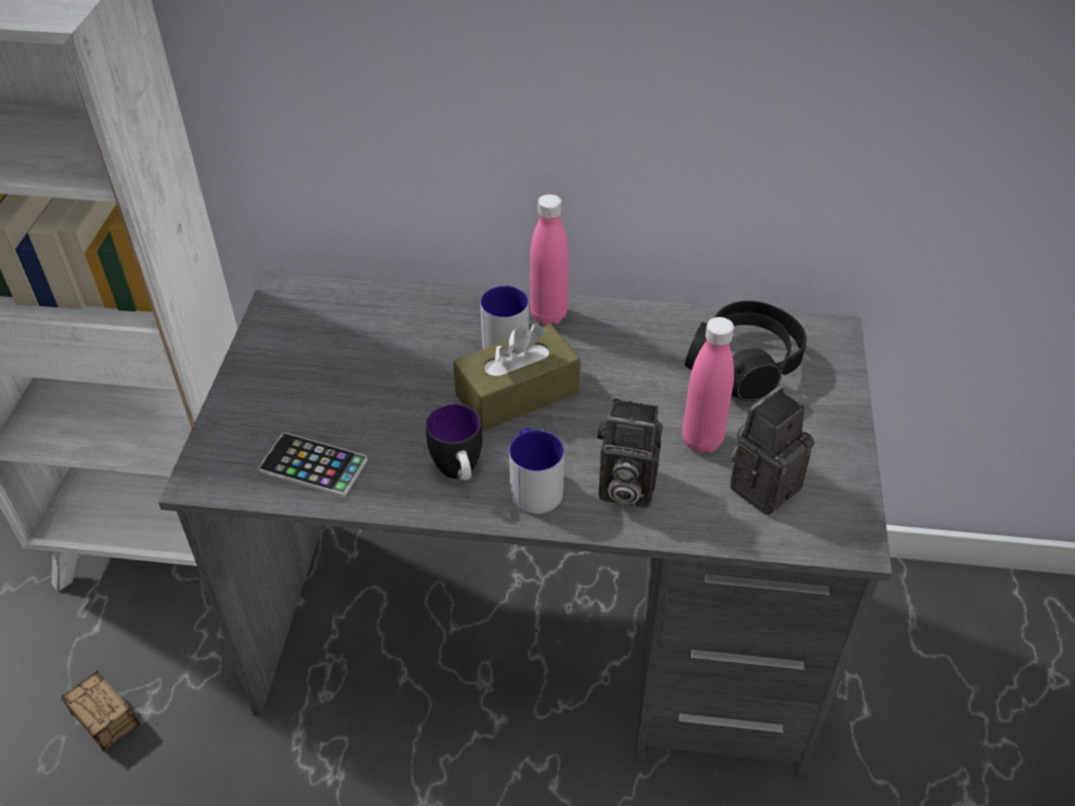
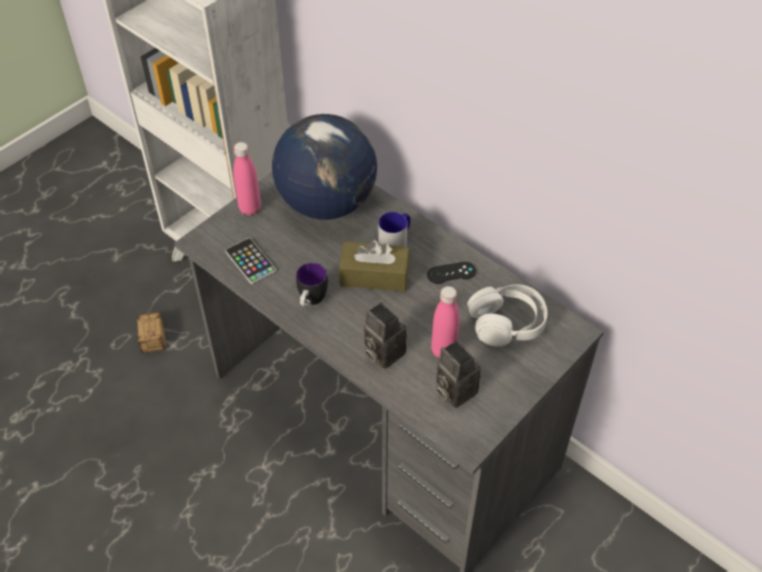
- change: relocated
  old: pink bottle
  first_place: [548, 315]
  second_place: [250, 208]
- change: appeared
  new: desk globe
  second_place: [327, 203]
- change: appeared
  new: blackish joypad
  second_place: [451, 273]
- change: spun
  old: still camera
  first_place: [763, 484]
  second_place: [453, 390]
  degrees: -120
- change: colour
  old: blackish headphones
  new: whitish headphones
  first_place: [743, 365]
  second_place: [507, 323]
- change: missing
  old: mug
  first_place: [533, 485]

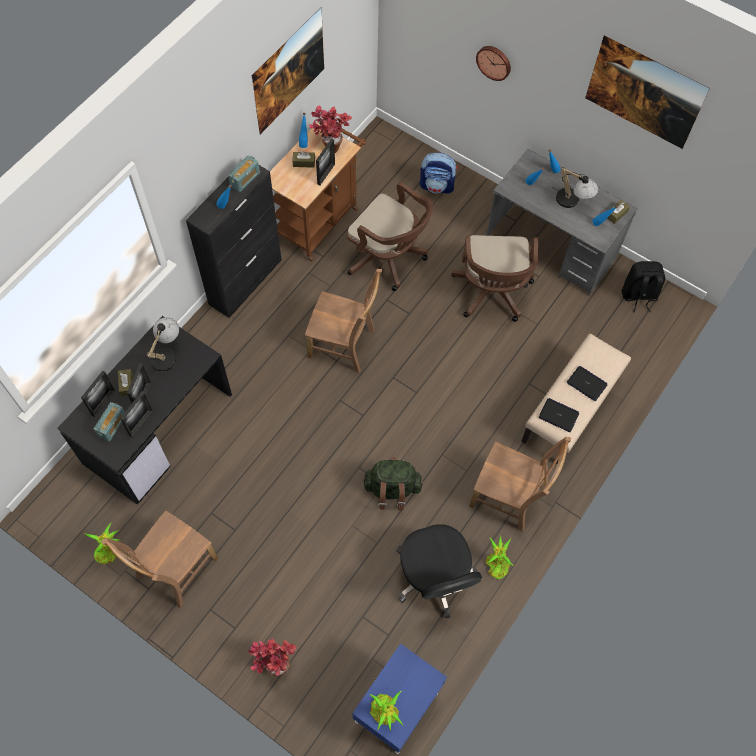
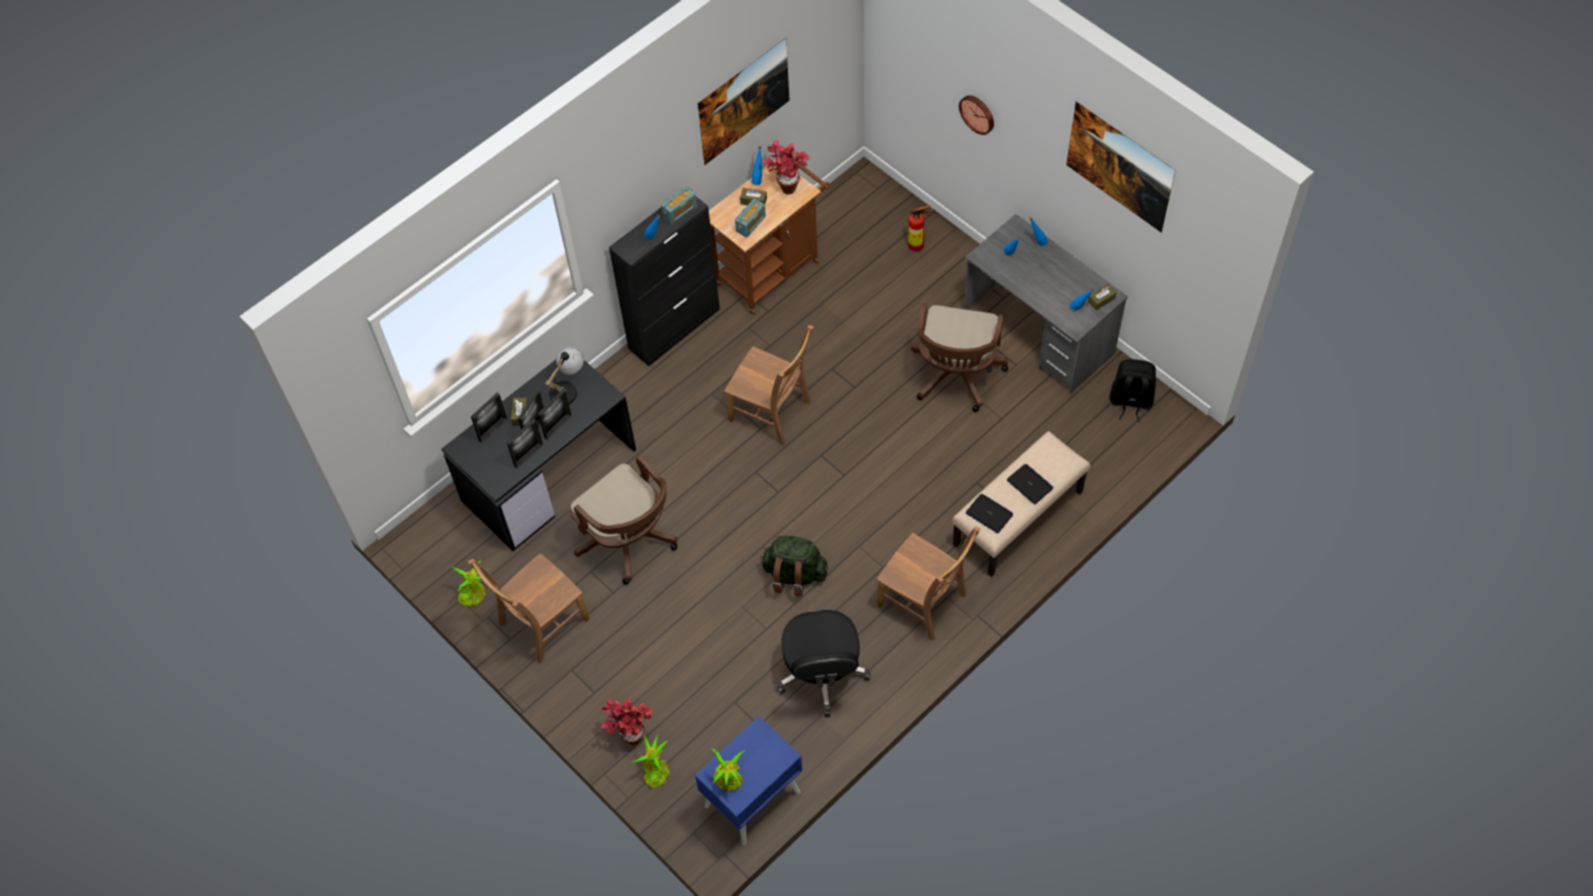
- change: relocated
  old: picture frame
  first_place: [326, 174]
  second_place: [558, 426]
- change: relocated
  old: brownish office chair
  first_place: [388, 258]
  second_place: [630, 541]
- change: relocated
  old: plant in a pot
  first_place: [496, 564]
  second_place: [655, 771]
- change: relocated
  old: radio receiver
  first_place: [112, 425]
  second_place: [751, 224]
- change: exchanged
  old: rucksack
  new: extinguisher
  first_place: [437, 186]
  second_place: [918, 246]
- change: missing
  old: lamp for a table
  first_place: [572, 202]

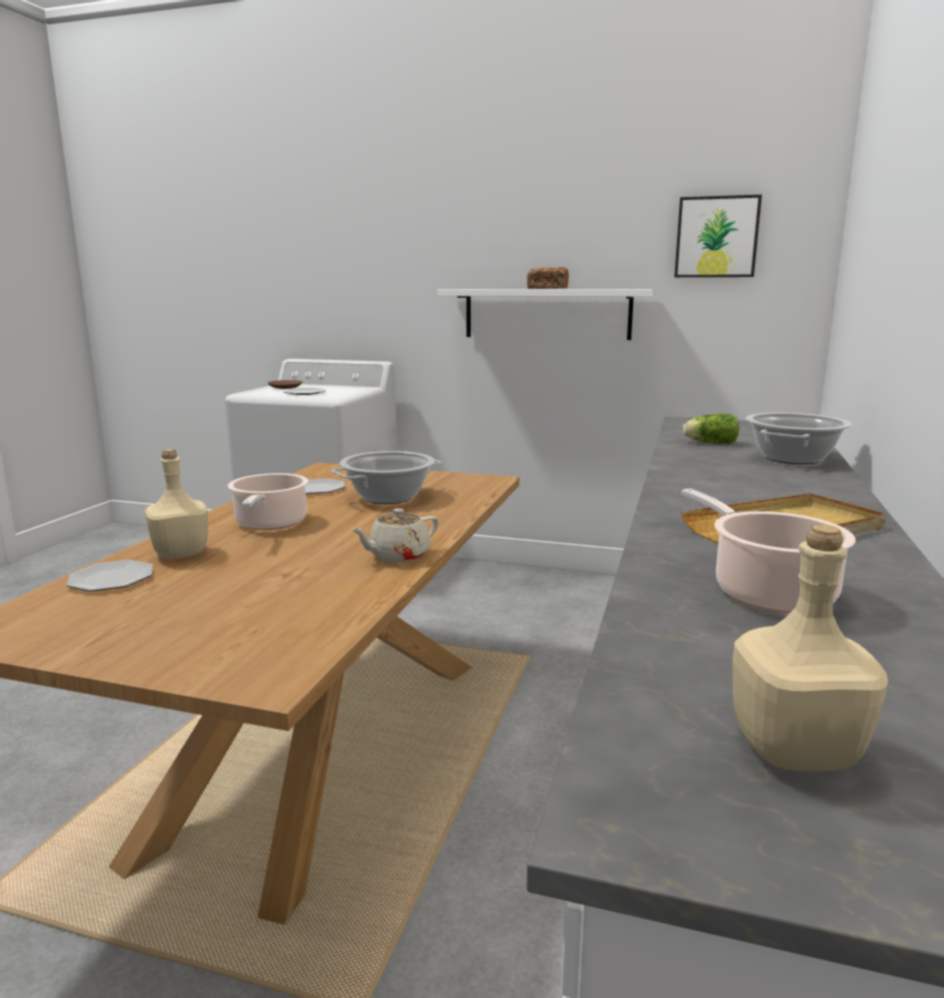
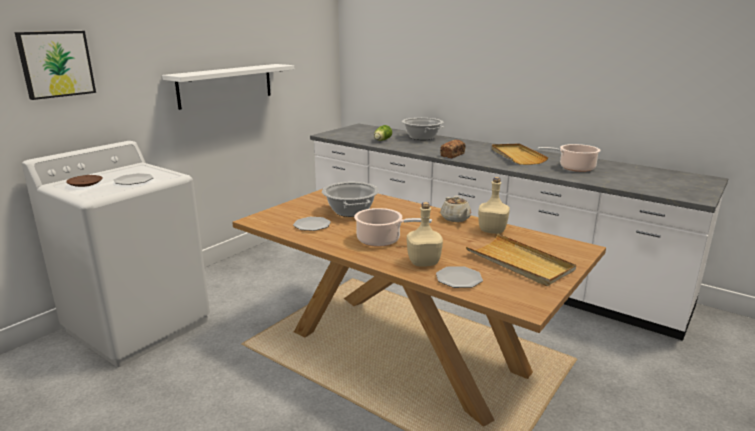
- change: relocated
  old: picture
  first_place: [716, 237]
  second_place: [56, 64]
- change: relocated
  old: baked bread
  first_place: [547, 288]
  second_place: [452, 155]
- change: appeared
  new: beige-coloured carrying tray
  second_place: [519, 263]
- change: relocated
  old: beige-coloured bottle
  first_place: [792, 750]
  second_place: [492, 231]

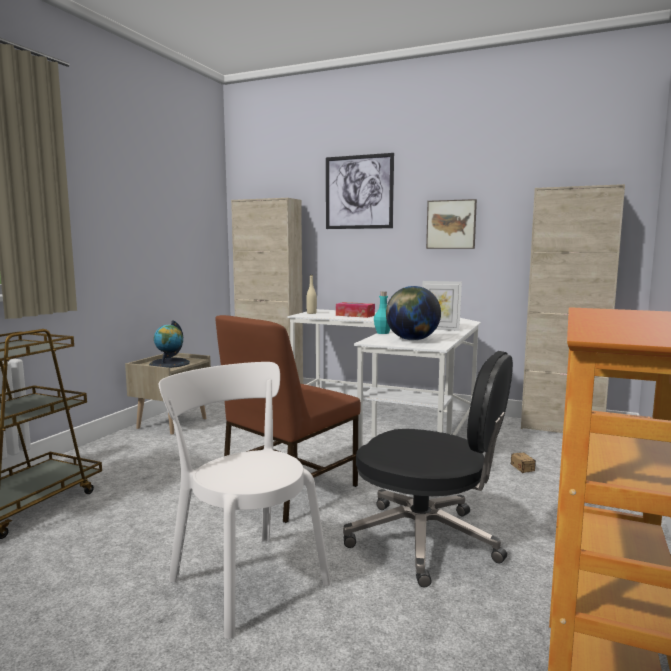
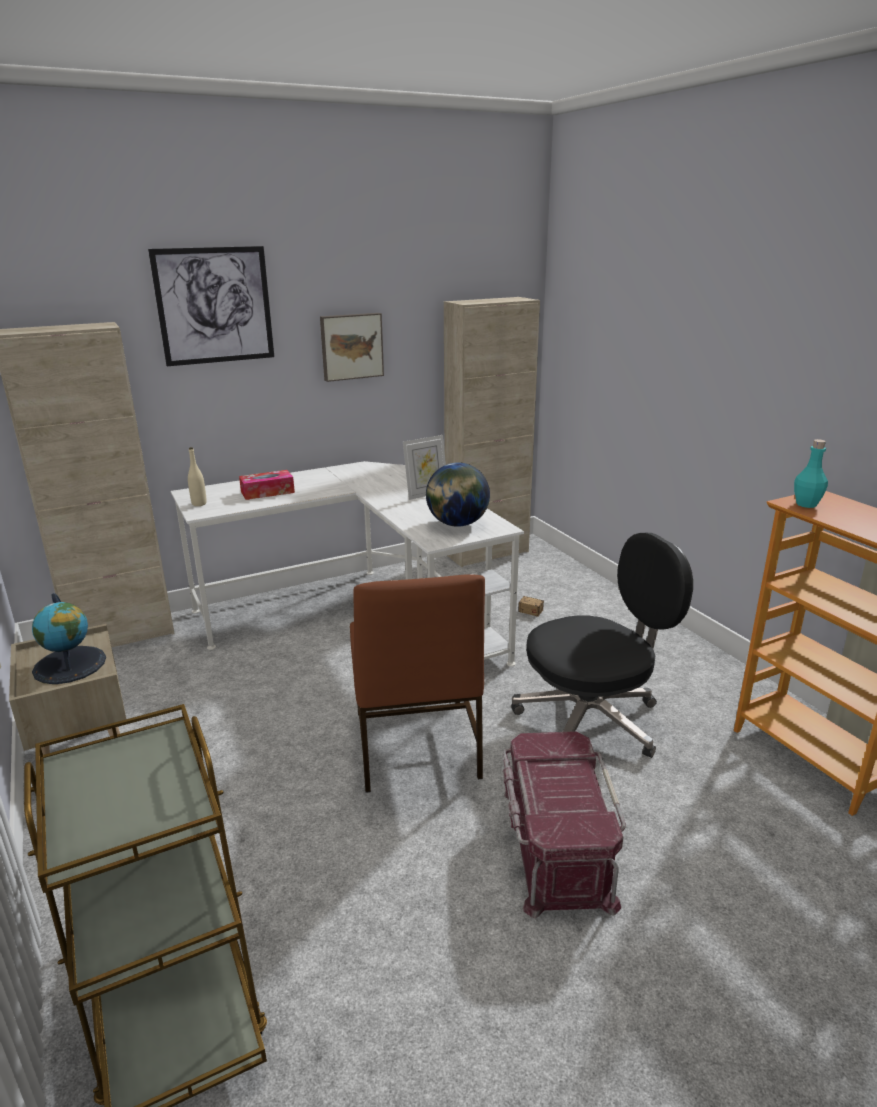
- change: exchanged
  old: whitish upright chair
  new: red storage container
  first_place: [245, 577]
  second_place: [555, 845]
- change: relocated
  old: blue-green bottle
  first_place: [382, 333]
  second_place: [806, 504]

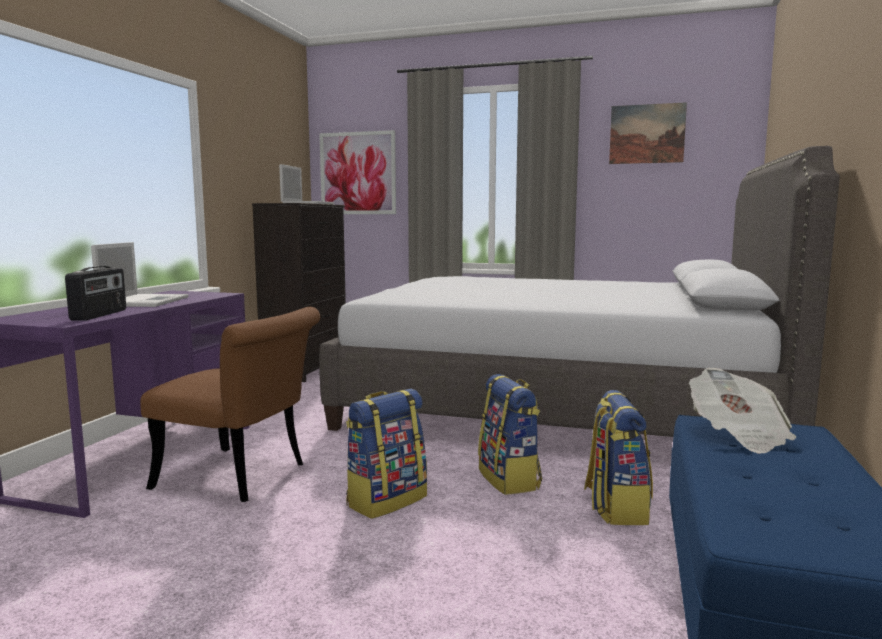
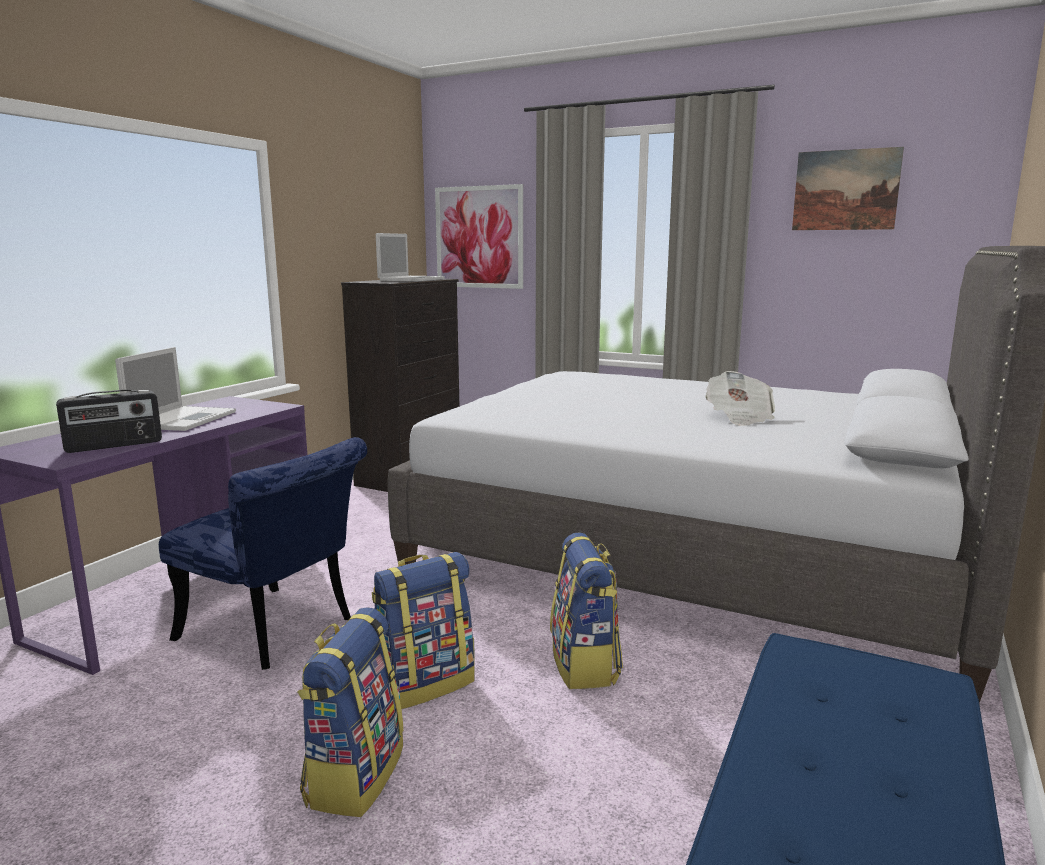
- change: spun
  old: radio receiver
  first_place: [100, 315]
  second_place: [114, 445]
  degrees: 45
- change: colour
  old: brownish upright chair
  new: bluish upright chair
  first_place: [242, 477]
  second_place: [277, 632]
- change: relocated
  old: rucksack
  first_place: [615, 507]
  second_place: [354, 774]
- change: relocated
  old: daily paper
  first_place: [738, 435]
  second_place: [739, 417]

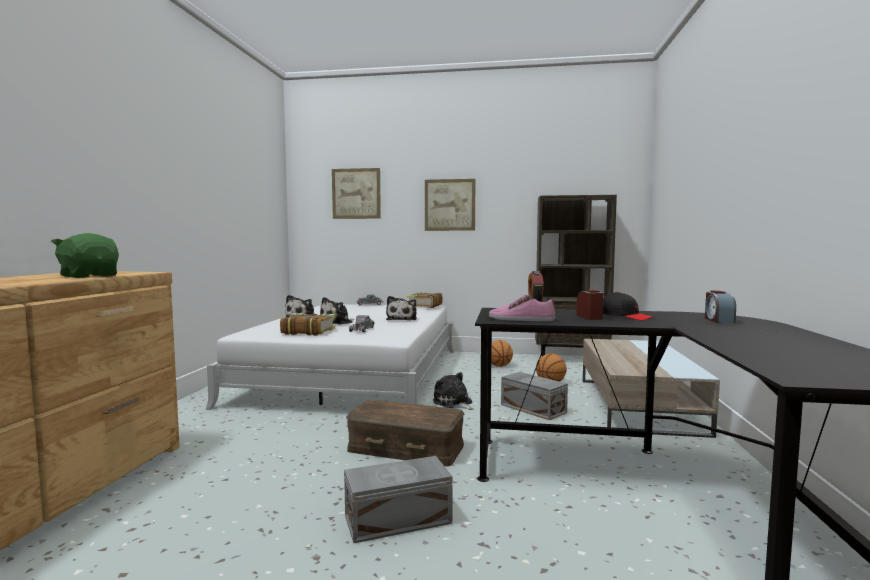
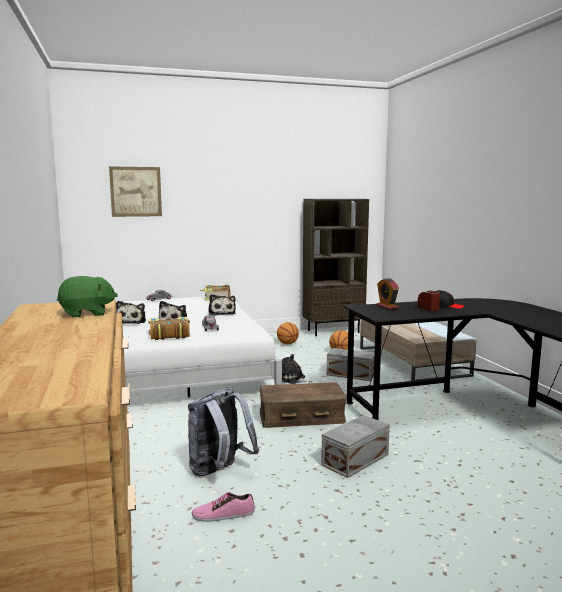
- change: spun
  old: greenish plush toy
  first_place: [89, 276]
  second_place: [87, 313]
  degrees: 150
- change: appeared
  new: greyish rucksack
  second_place: [219, 472]
- change: relocated
  old: item of footwear
  first_place: [521, 319]
  second_place: [223, 514]
- change: missing
  old: picture
  first_place: [449, 205]
- change: missing
  old: bedside clock
  first_place: [718, 320]

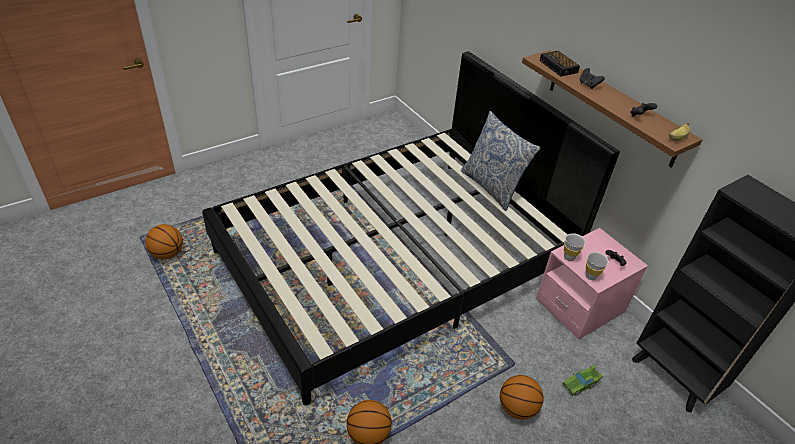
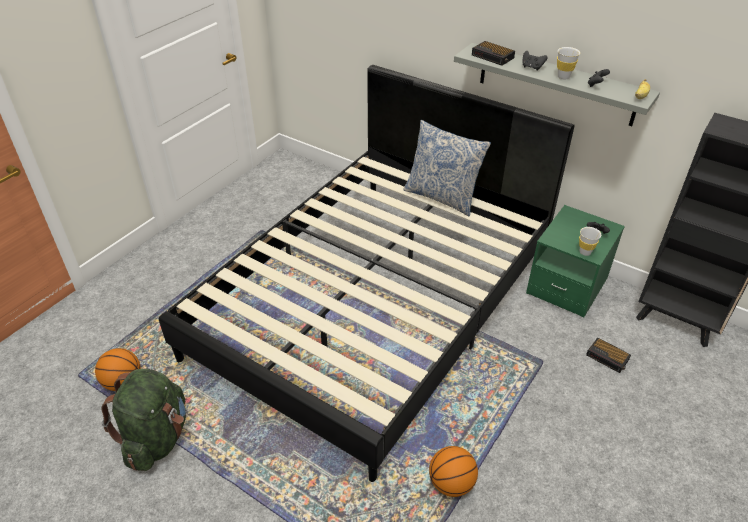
- change: appeared
  new: greenish rucksack
  second_place: [157, 438]
- change: colour
  old: brownish bracket shelf
  new: greyish bracket shelf
  first_place: [612, 108]
  second_place: [556, 84]
- change: colour
  old: pink bedside table
  new: greenish bedside table
  first_place: [580, 306]
  second_place: [567, 286]
- change: relocated
  old: whitish small cup
  first_place: [569, 257]
  second_place: [563, 77]
- change: exchanged
  old: greenish miniature car
  new: bedside clock
  first_place: [580, 384]
  second_place: [608, 357]
- change: missing
  old: basketball
  first_place: [517, 408]

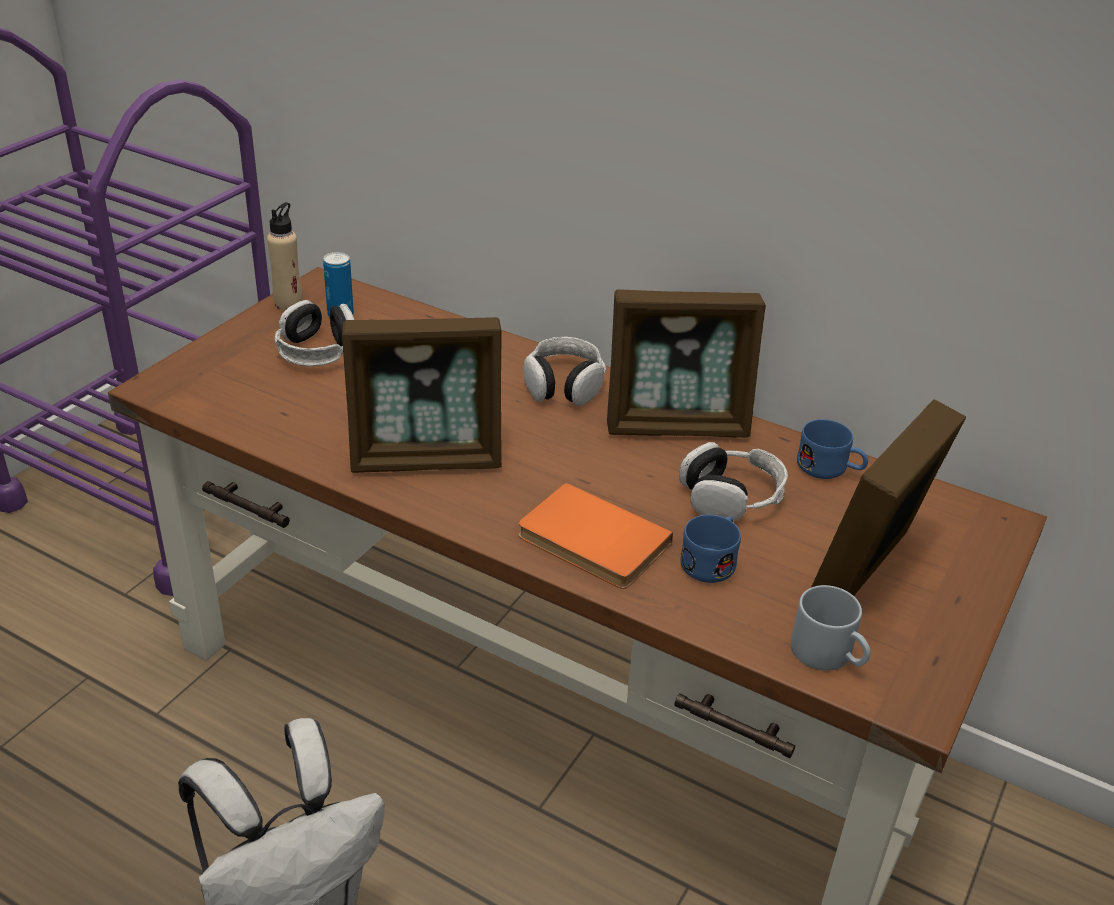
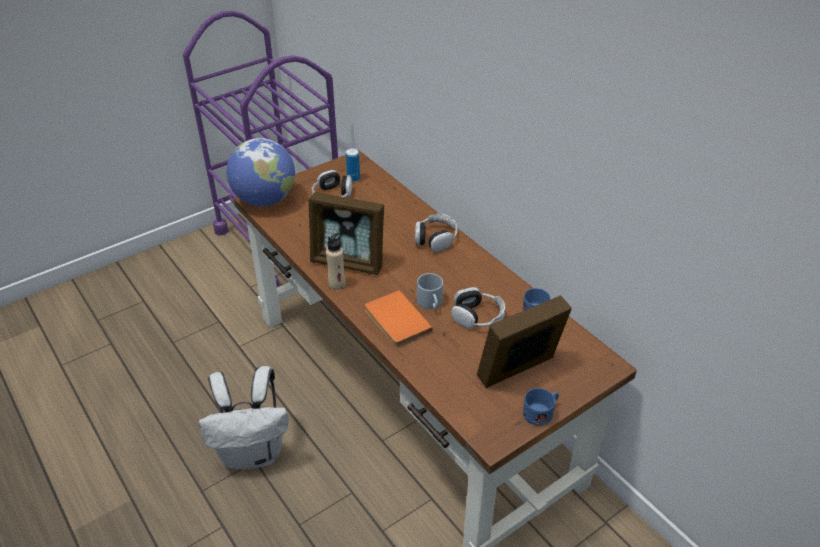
- change: appeared
  new: desk globe
  second_place: [265, 200]
- change: relocated
  old: beige-coloured bottle
  first_place: [288, 303]
  second_place: [337, 284]
- change: relocated
  old: greyish mug
  first_place: [830, 655]
  second_place: [431, 303]
- change: relocated
  old: bluish mug
  first_place: [712, 560]
  second_place: [541, 412]
- change: missing
  old: picture frame
  first_place: [677, 425]

